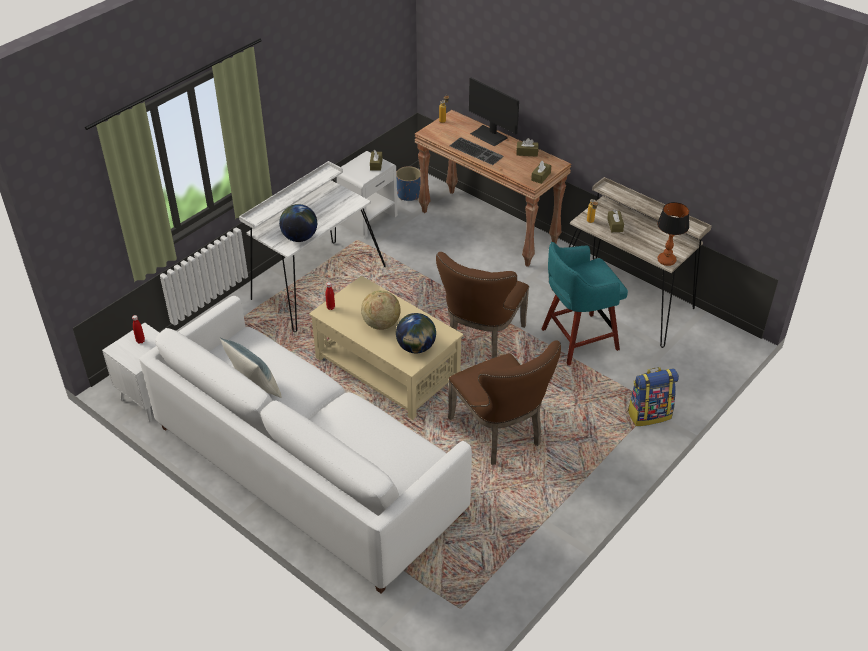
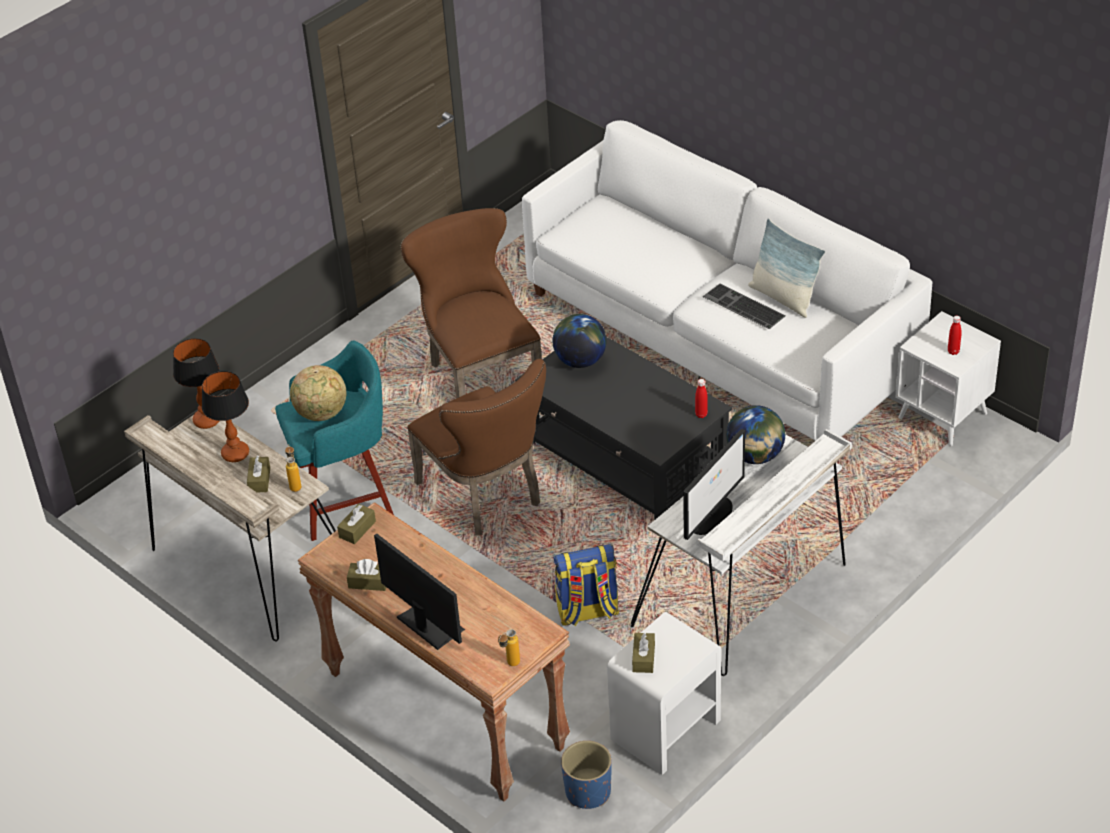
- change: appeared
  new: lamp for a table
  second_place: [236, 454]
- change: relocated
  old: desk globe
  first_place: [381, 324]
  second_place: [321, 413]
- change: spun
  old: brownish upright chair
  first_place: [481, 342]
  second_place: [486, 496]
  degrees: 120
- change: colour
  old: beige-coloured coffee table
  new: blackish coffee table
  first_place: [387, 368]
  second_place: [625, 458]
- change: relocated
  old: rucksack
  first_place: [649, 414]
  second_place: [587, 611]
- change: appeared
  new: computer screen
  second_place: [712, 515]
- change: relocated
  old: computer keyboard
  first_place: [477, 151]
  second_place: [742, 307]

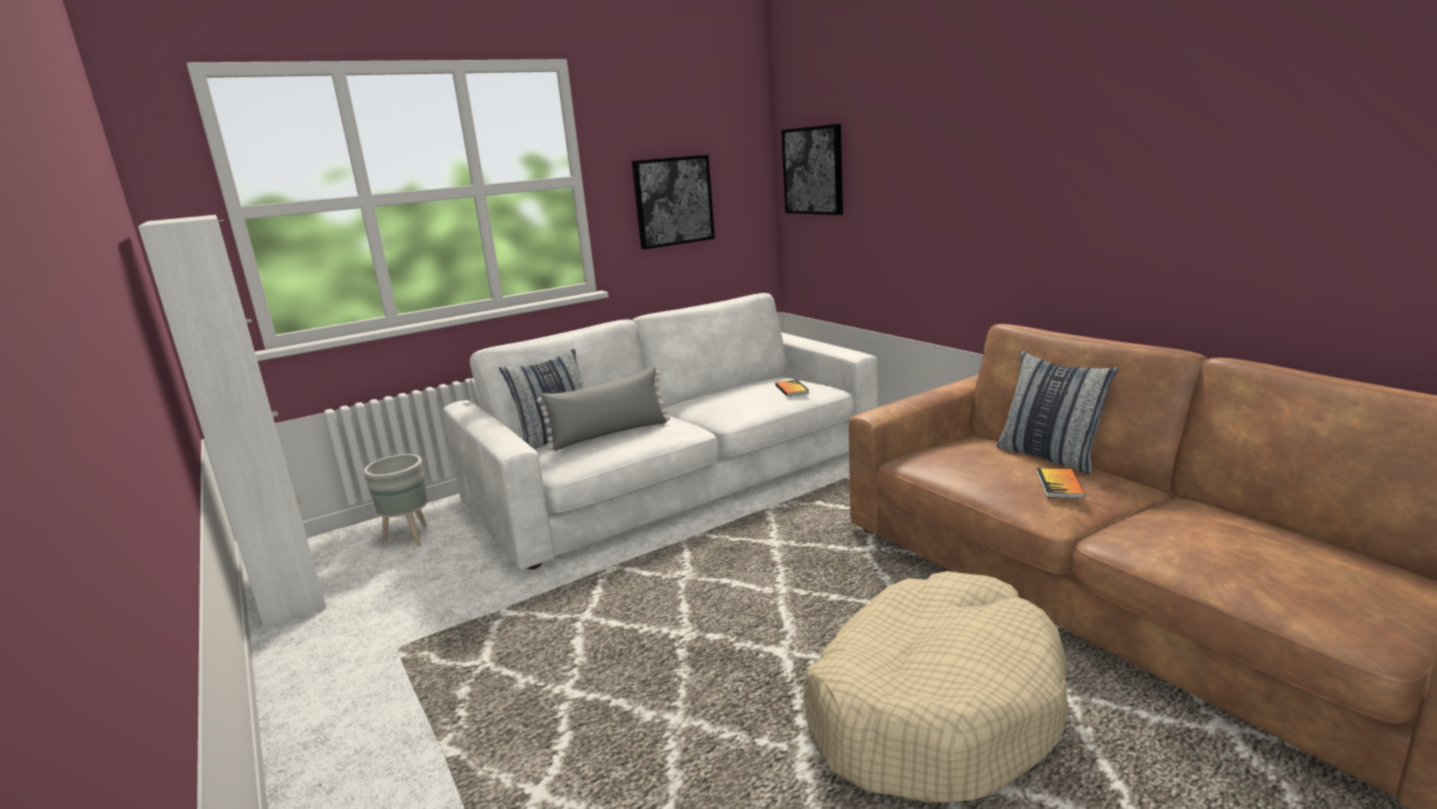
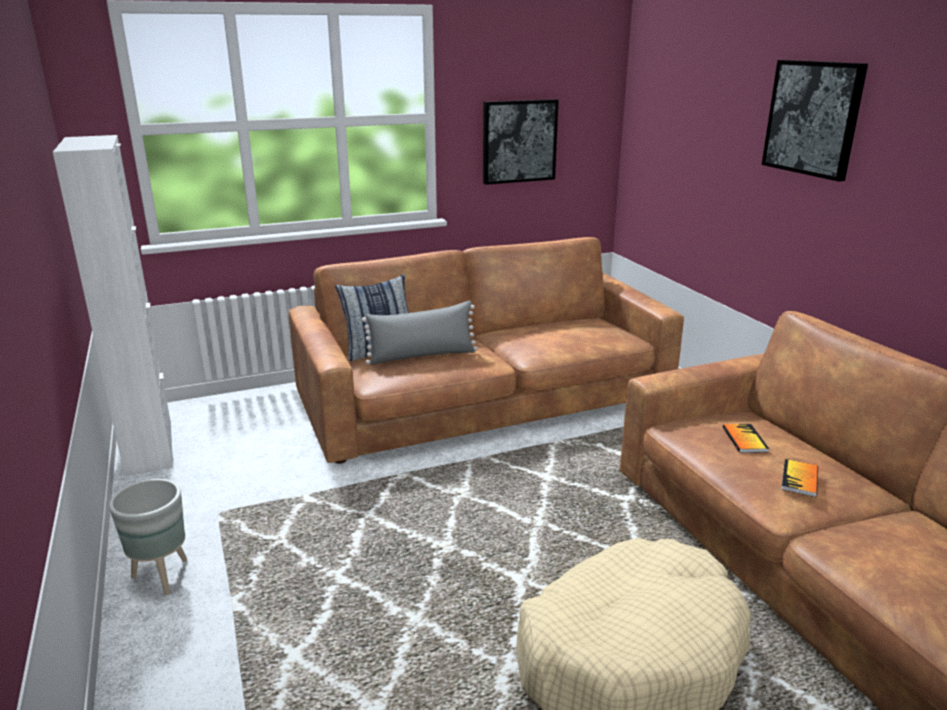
- change: relocated
  old: greyish flower pot
  first_place: [409, 537]
  second_place: [162, 576]
- change: colour
  old: whitish settee
  new: brownish settee
  first_place: [679, 476]
  second_place: [485, 397]
- change: relocated
  old: book
  first_place: [792, 389]
  second_place: [744, 439]
- change: relocated
  old: picture
  first_place: [813, 170]
  second_place: [813, 118]
- change: missing
  old: cushion
  first_place: [1049, 456]

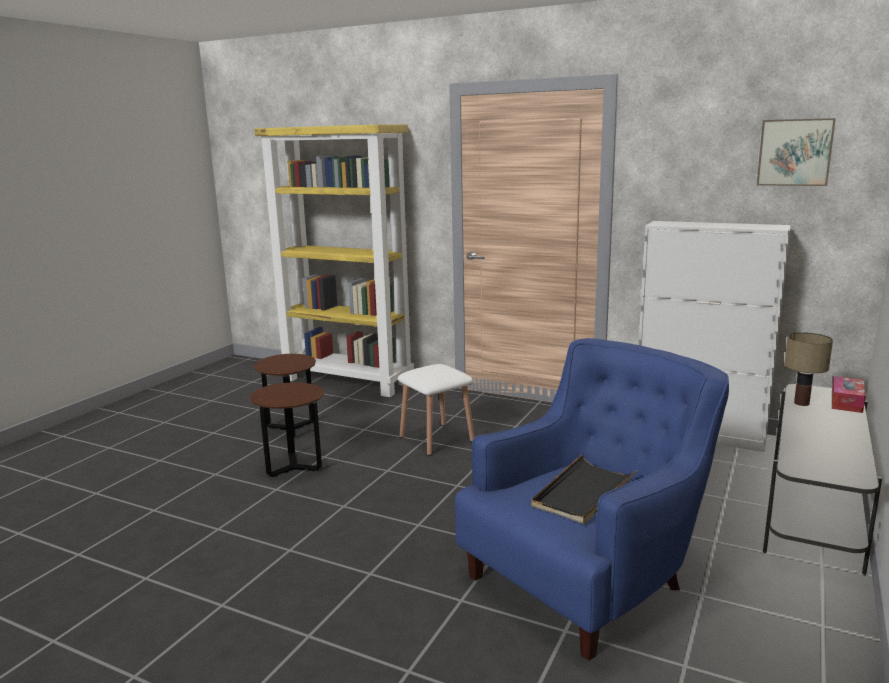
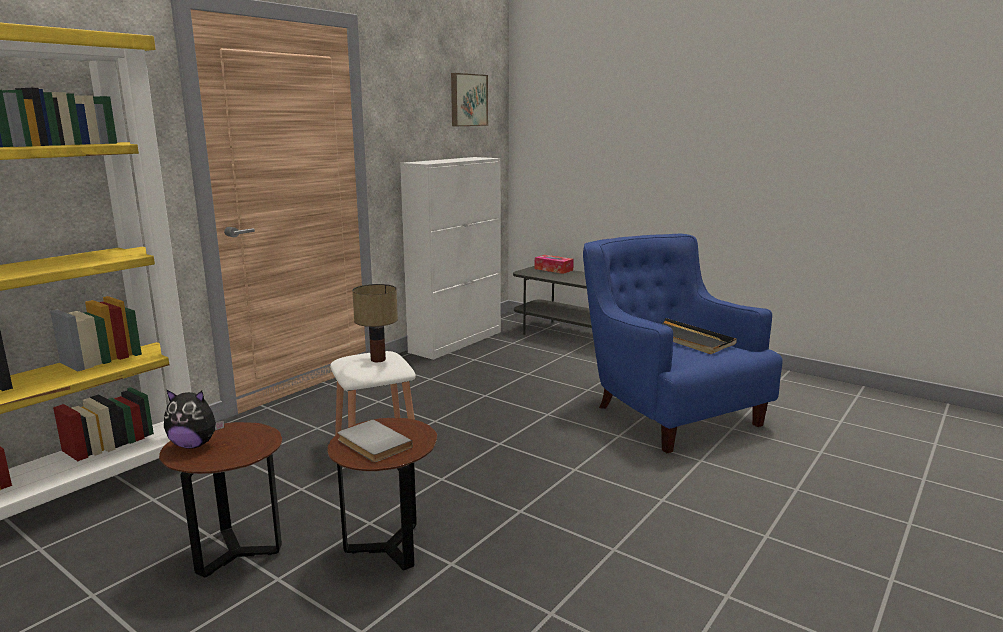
- change: appeared
  new: plush toy
  second_place: [194, 445]
- change: appeared
  new: greyish book
  second_place: [372, 444]
- change: relocated
  old: lamp for a table
  first_place: [802, 403]
  second_place: [378, 359]

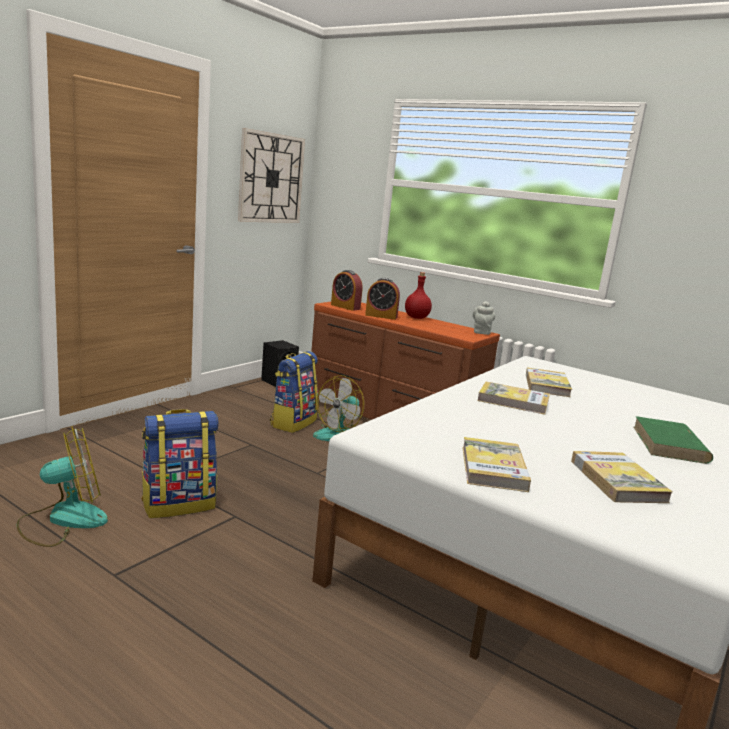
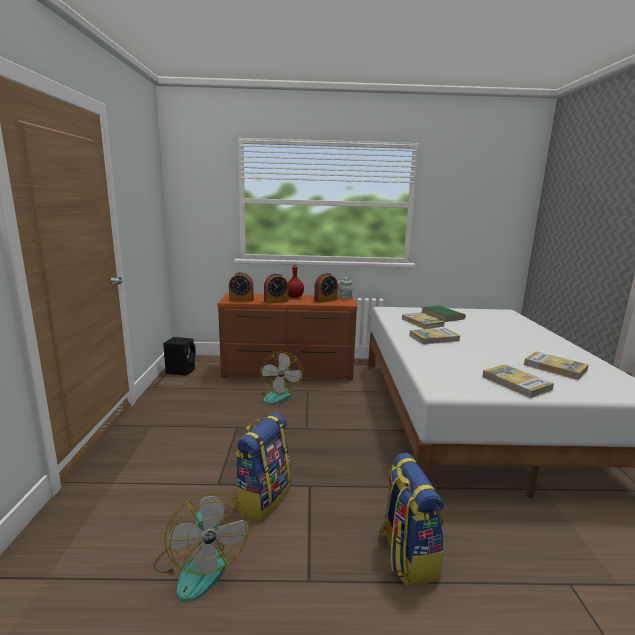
- change: spun
  old: cooling fan
  first_place: [63, 520]
  second_place: [200, 564]
  degrees: 135
- change: appeared
  new: bedside clock
  second_place: [325, 300]
- change: relocated
  old: rucksack
  first_place: [293, 423]
  second_place: [406, 555]
- change: relocated
  old: greenish book
  first_place: [669, 445]
  second_place: [442, 316]
- change: missing
  old: hanging clock
  first_place: [271, 178]

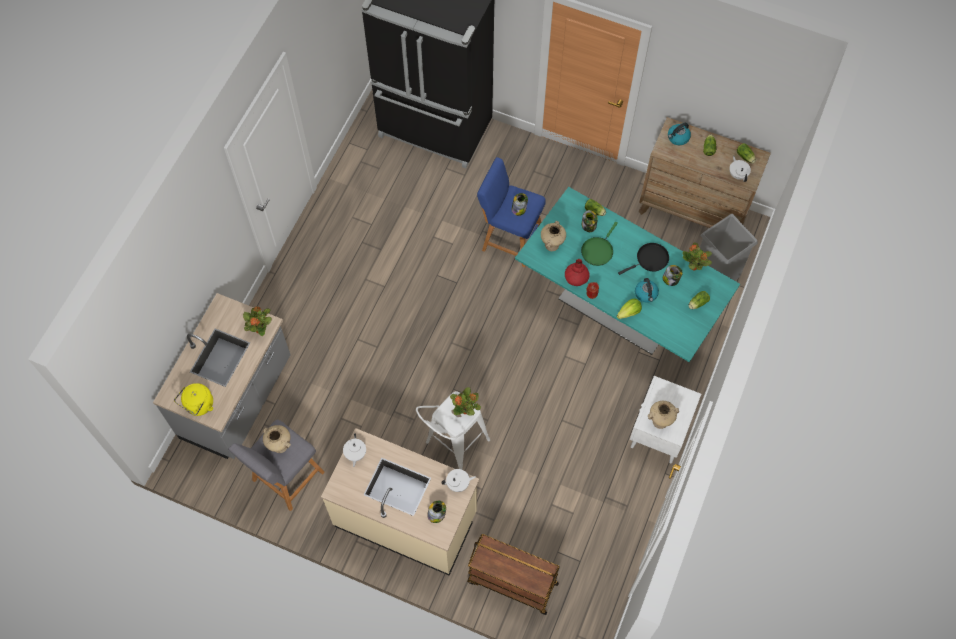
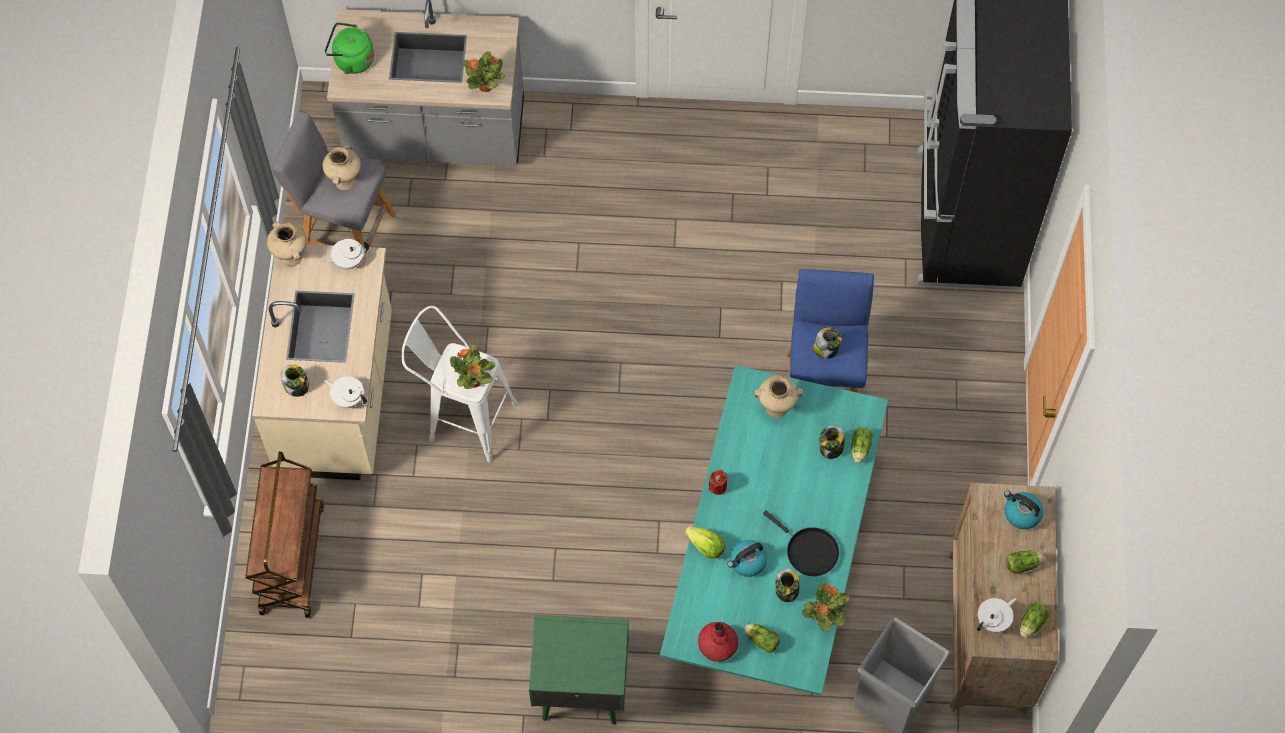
- change: relocated
  old: beige-coloured flower vase
  first_place: [660, 421]
  second_place: [292, 257]
- change: spun
  old: whitish pot for tea
  first_place: [458, 484]
  second_place: [348, 398]
  degrees: 150
- change: colour
  old: yellow-coloured tea kettle
  new: greenish tea kettle
  first_place: [198, 406]
  second_place: [351, 60]
- change: colour
  old: whitish bedside table
  new: greenish bedside table
  first_place: [657, 435]
  second_place: [580, 688]
- change: relocated
  old: red flower vase
  first_place: [576, 277]
  second_place: [718, 645]
- change: missing
  old: greenish frying pan
  first_place: [598, 250]

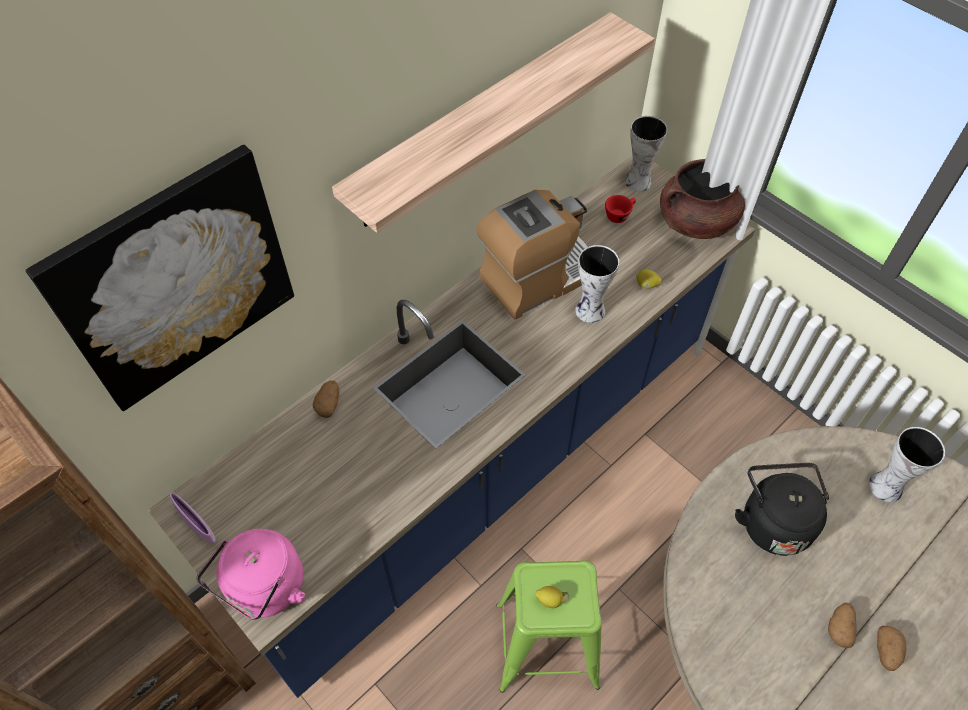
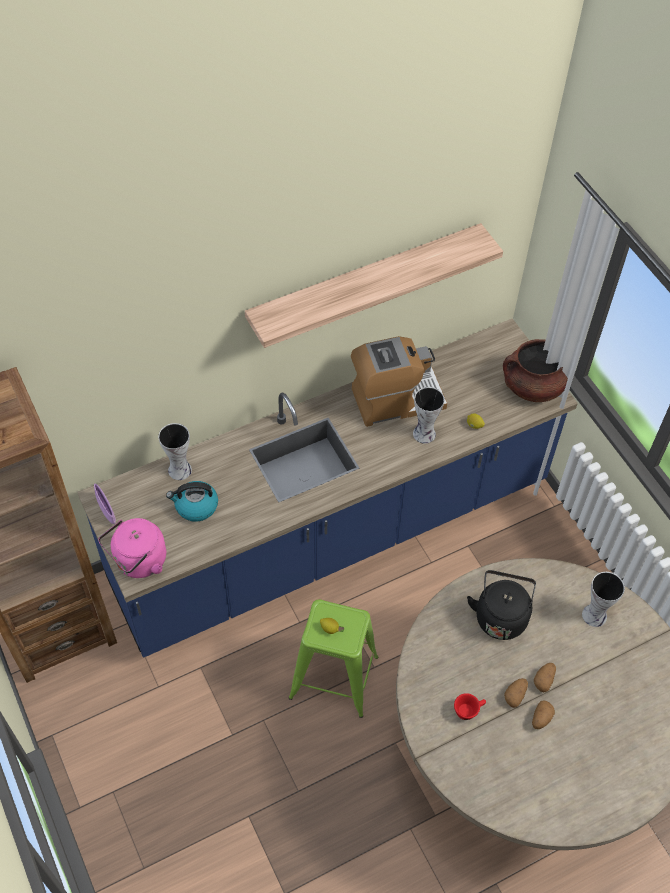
- change: relocated
  old: flower vase
  first_place: [637, 181]
  second_place: [179, 469]
- change: appeared
  new: tea kettle
  second_place: [195, 506]
- change: relocated
  old: red small cup
  first_place: [619, 215]
  second_place: [468, 710]
- change: relocated
  old: potato
  first_place: [329, 404]
  second_place: [544, 680]
- change: missing
  old: picture
  first_place: [175, 280]

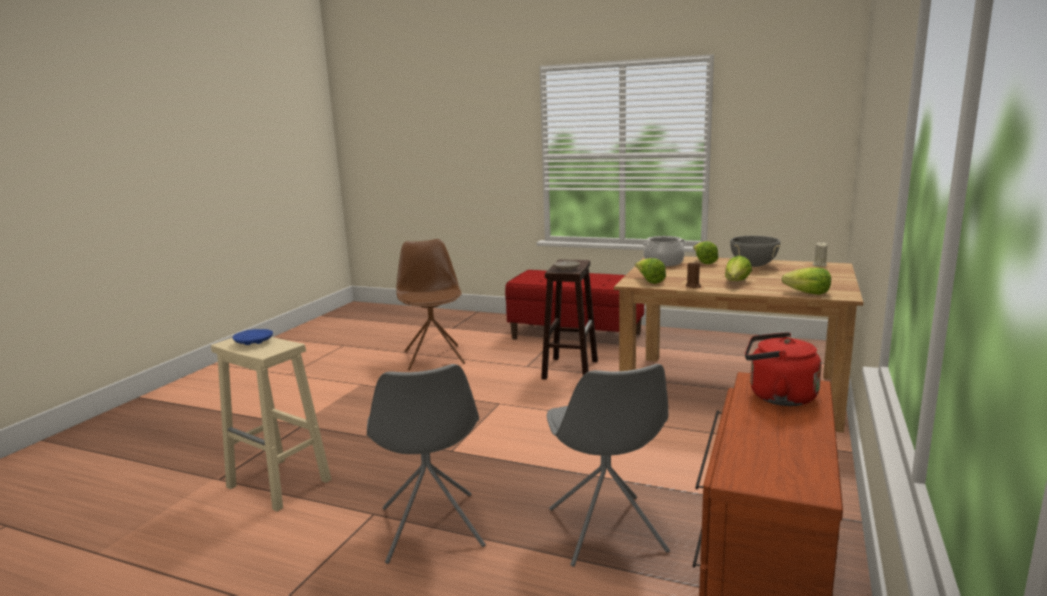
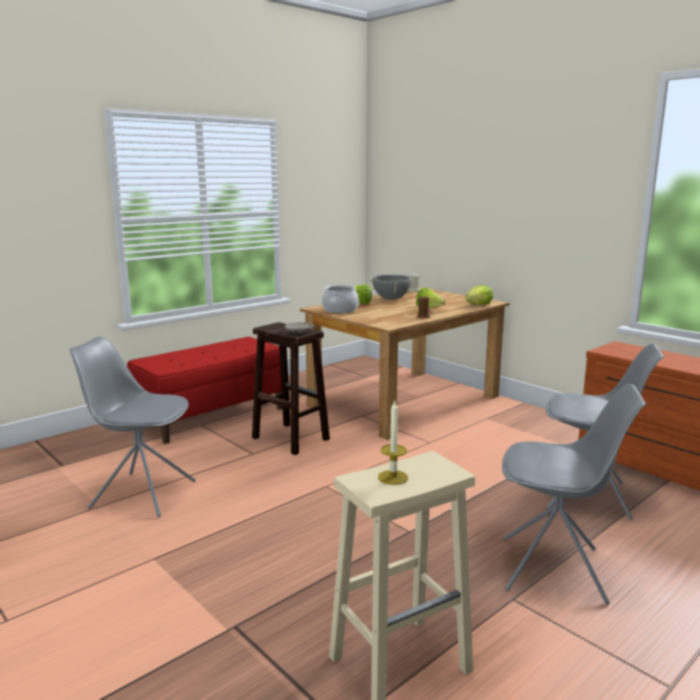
- change: colour
  old: brownish upright chair
  new: greyish upright chair
  first_place: [434, 357]
  second_place: [142, 494]
- change: exchanged
  old: bluish dinner plate
  new: candle
  first_place: [254, 342]
  second_place: [393, 477]
- change: missing
  old: lettuce head
  first_place: [649, 281]
- change: missing
  old: red tea kettle
  first_place: [777, 396]

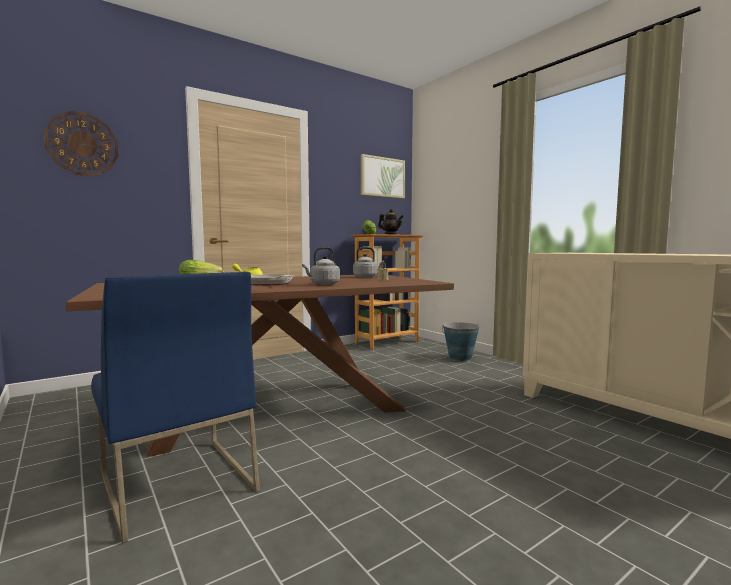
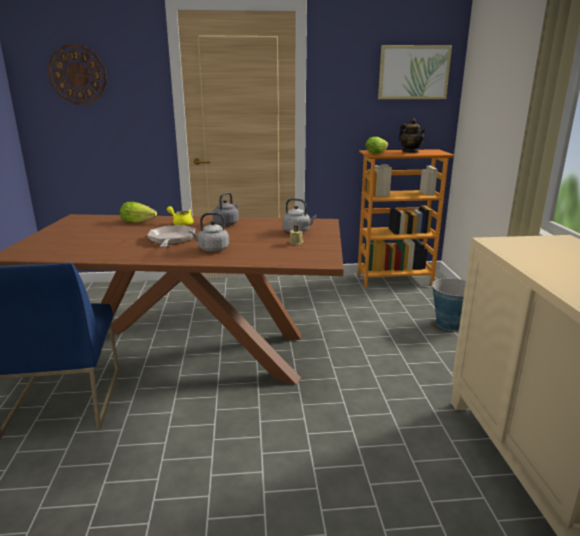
- change: appeared
  new: greyish tea kettle
  second_place: [227, 223]

